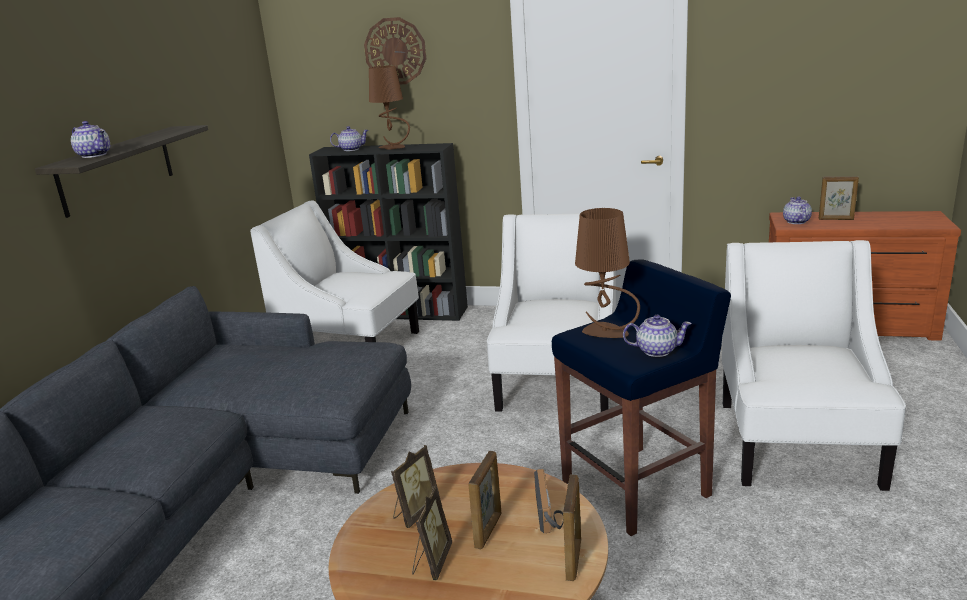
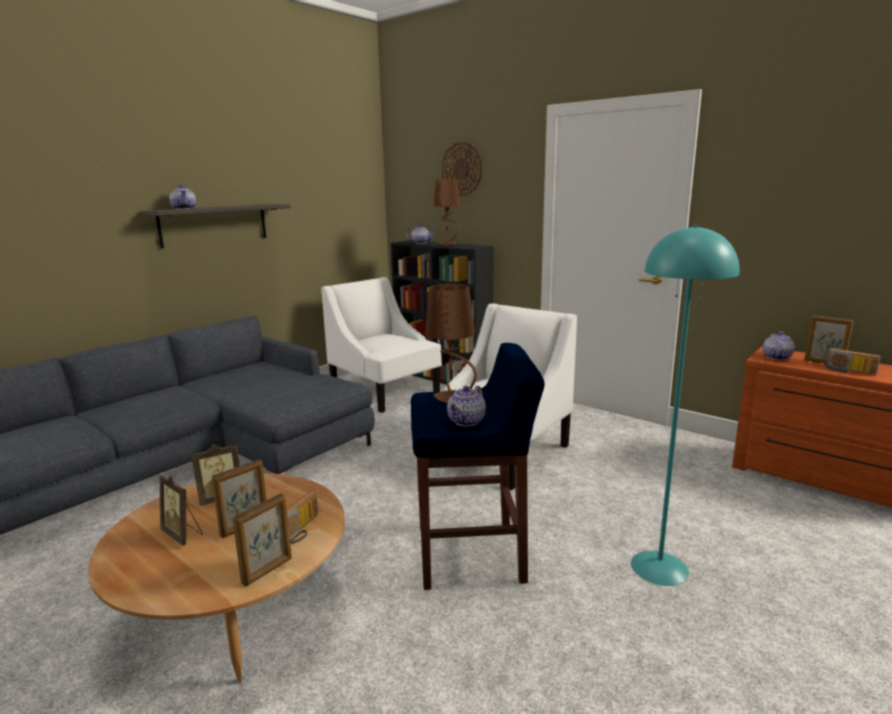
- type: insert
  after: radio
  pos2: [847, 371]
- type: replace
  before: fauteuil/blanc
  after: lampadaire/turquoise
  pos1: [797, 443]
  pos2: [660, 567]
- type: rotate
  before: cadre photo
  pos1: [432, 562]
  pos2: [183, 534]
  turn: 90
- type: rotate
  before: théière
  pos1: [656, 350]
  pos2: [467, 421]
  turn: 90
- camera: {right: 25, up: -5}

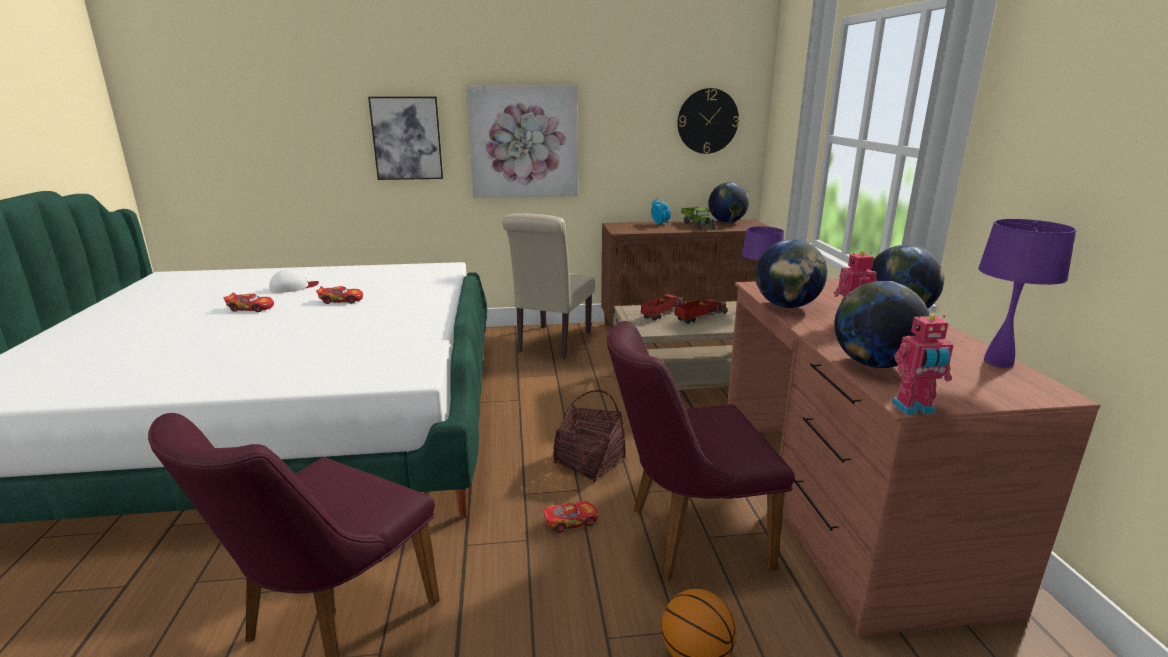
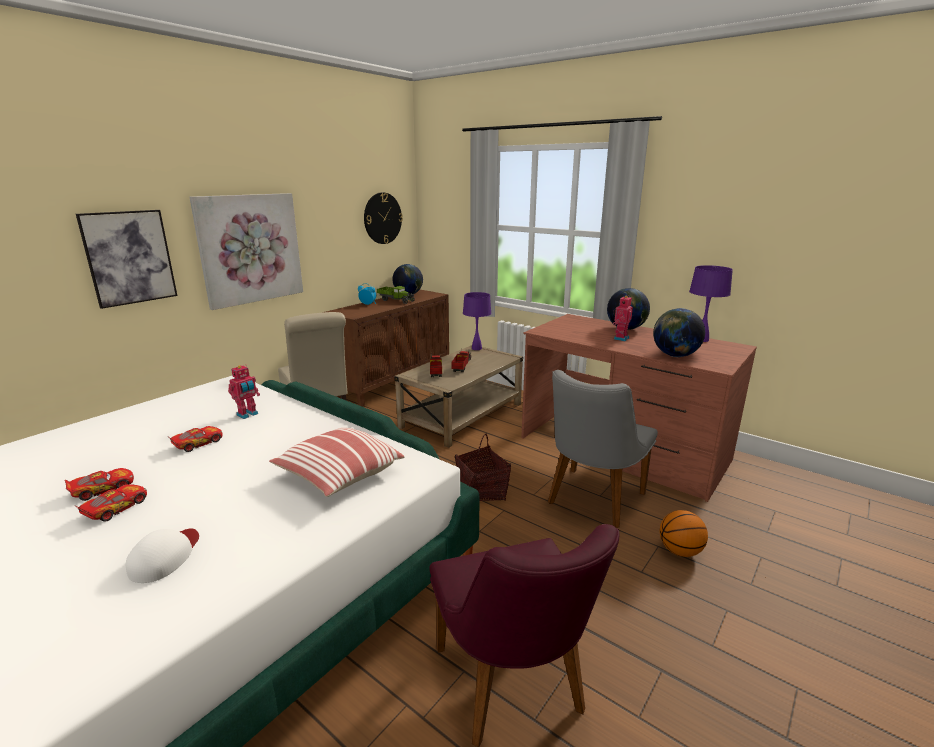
- type: delete
  before: globe
  pos1: [786, 306]
- type: insert
  after: coussin
  pos2: [338, 475]
- type: move
  before: casquette/blanc
  pos1: [293, 287]
  pos2: [165, 556]
- type: move
  before: petite voiture
  pos1: [570, 521]
  pos2: [116, 508]
- type: move
  before: robot jouet
  pos1: [914, 409]
  pos2: [248, 415]
- type: recolor
  before: chaise/violet
  after: chaise/gris
  pos1: [685, 536]
  pos2: [591, 501]
- camera: {right: -45, up: 0}

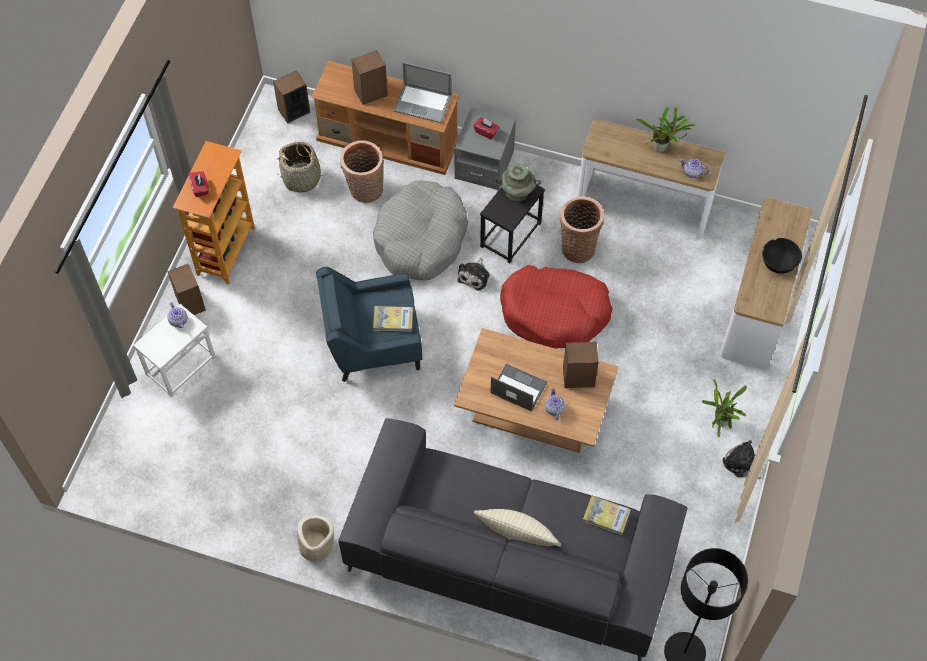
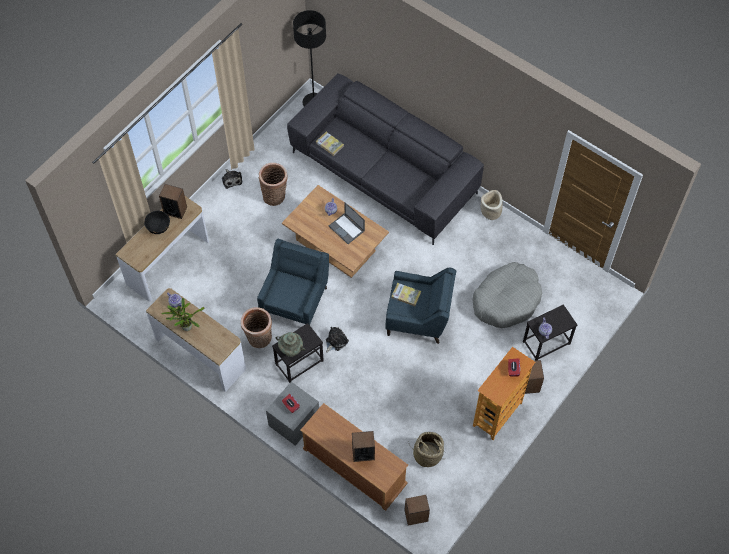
- type: delete
  before: ordinateur portable
  pos1: [422, 103]
- type: delete
  before: coussin/beige
  pos1: [517, 536]
- type: delete
  before: plante en pot
  pos1: [720, 423]
- type: move
  before: panier
  pos1: [364, 191]
  pos2: [275, 196]
- type: move
  before: panier pour chien/gris
  pos1: [421, 239]
  pos2: [506, 300]
- type: move
  before: enceinte
  pos1: [578, 377]
  pos2: [175, 210]
- type: replace
  before: panier pour chien/rouge
  after: fauteuil/bleu
  pos1: [554, 313]
  pos2: [295, 300]
- type: recolor
  before: table d'appoint/blanc
  after: table d'appoint/noir
  pos1: [180, 365]
  pos2: [546, 343]
- camera: {right: -160, up: 0}

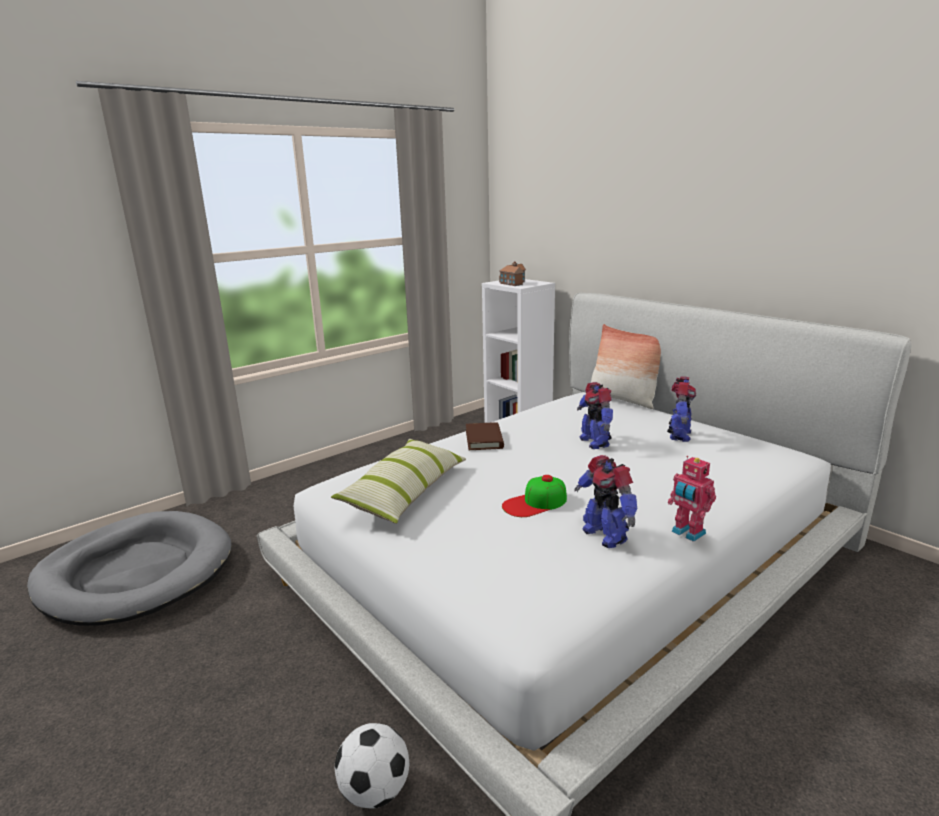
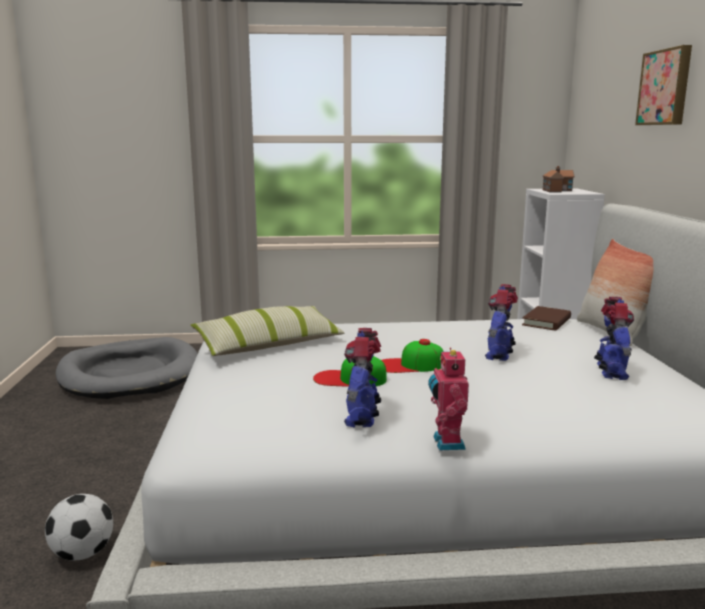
- type: insert
  after: casquette
  pos2: [410, 365]
- type: insert
  after: tableau
  pos2: [666, 87]
- type: move
  before: livre/marron
  pos1: [484, 439]
  pos2: [546, 322]
- type: rotate
  before: robot jouet
  pos1: [679, 435]
  pos2: [610, 372]
  turn: -45
- camera: {right: 35, up: -5}

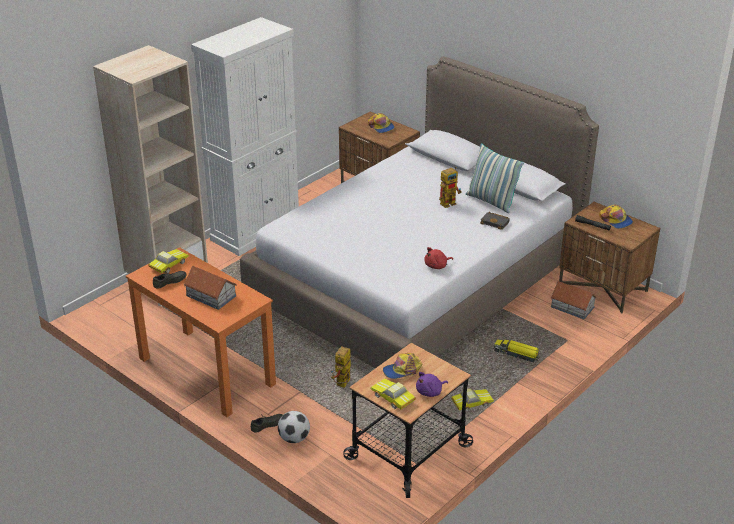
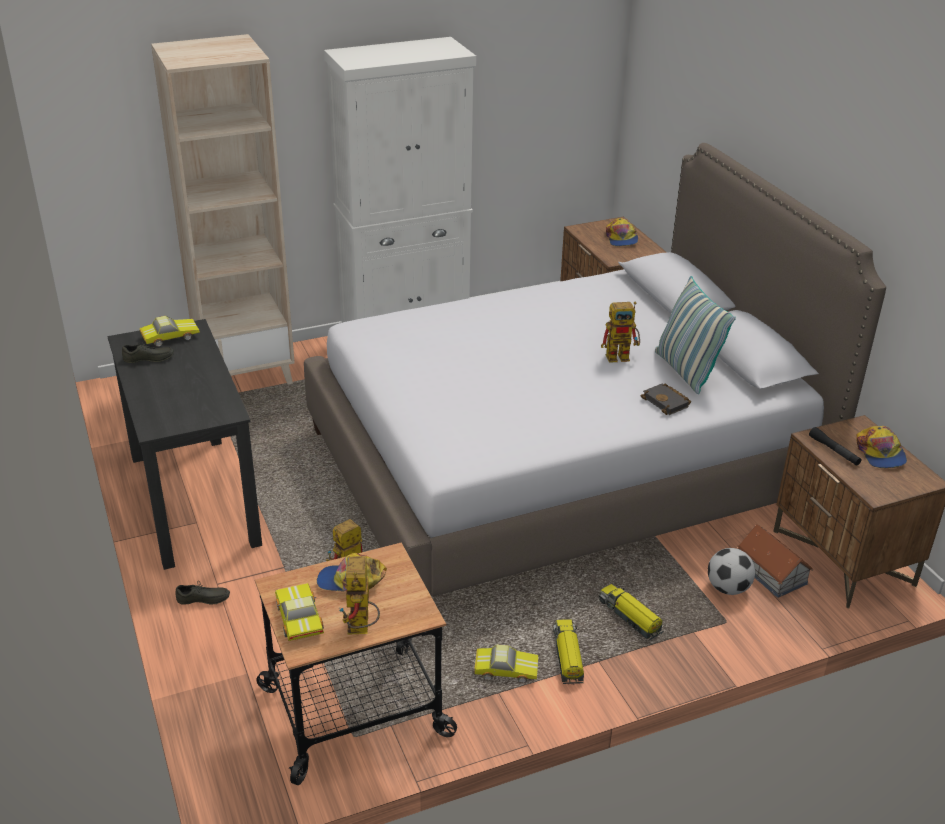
- type: delete
  before: maison miniature
  pos1: [211, 296]
- type: delete
  before: peluche/rouge
  pos1: [437, 266]
- type: insert
  after: camion jouet
  pos2: [567, 657]
- type: move
  before: ballon de foot
  pos1: [294, 438]
  pos2: [728, 588]
- type: replace
  before: peluche/violet
  after: robot jouet
  pos1: [430, 392]
  pos2: [361, 629]
- type: recolor
  before: bureau/orange
  after: bureau/noir
  pos1: [206, 371]
  pos2: [193, 498]
- camera: {right: 25, up: 0}

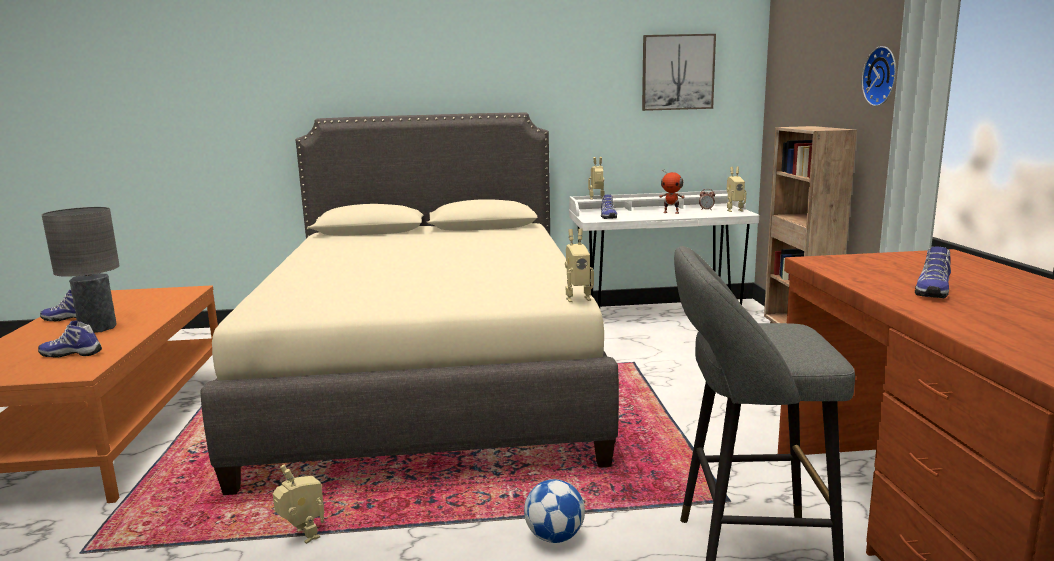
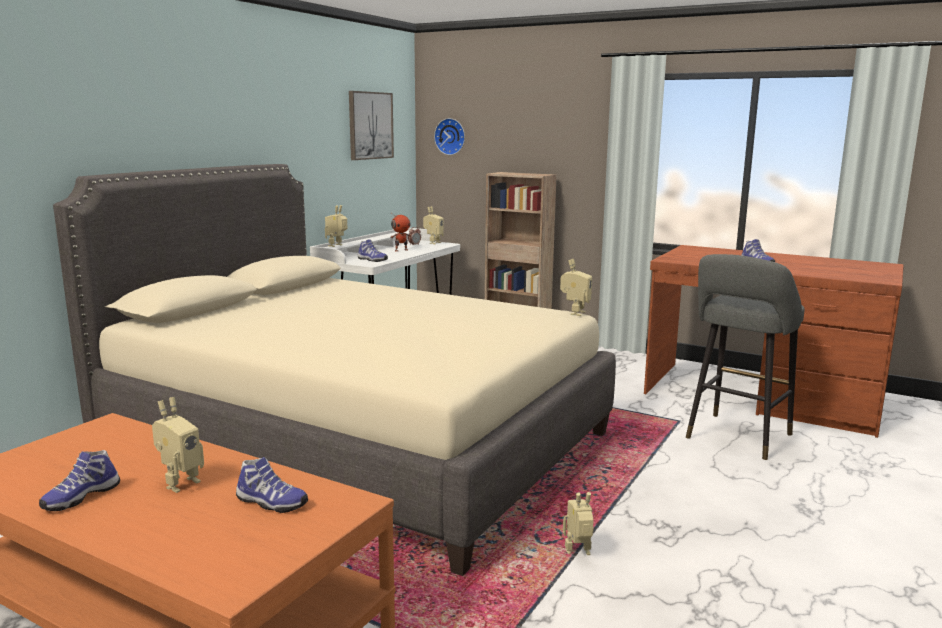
- type: delete
  before: ballon de foot
  pos1: [555, 537]
- type: move
  before: horloge murale
  pos1: [883, 76]
  pos2: [451, 136]
- type: replace
  before: lampe de table/gris
  after: robot jouet
  pos1: [98, 328]
  pos2: [180, 483]
- type: rotate
  before: chaussure
  pos1: [72, 354]
  pos2: [270, 503]
  turn: -105
- camera: {right: -55, up: 0}

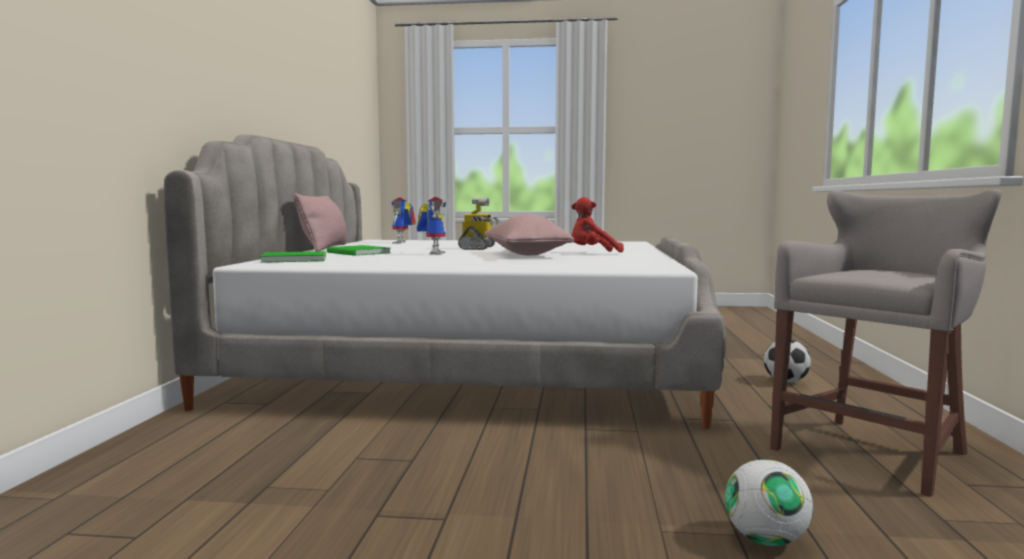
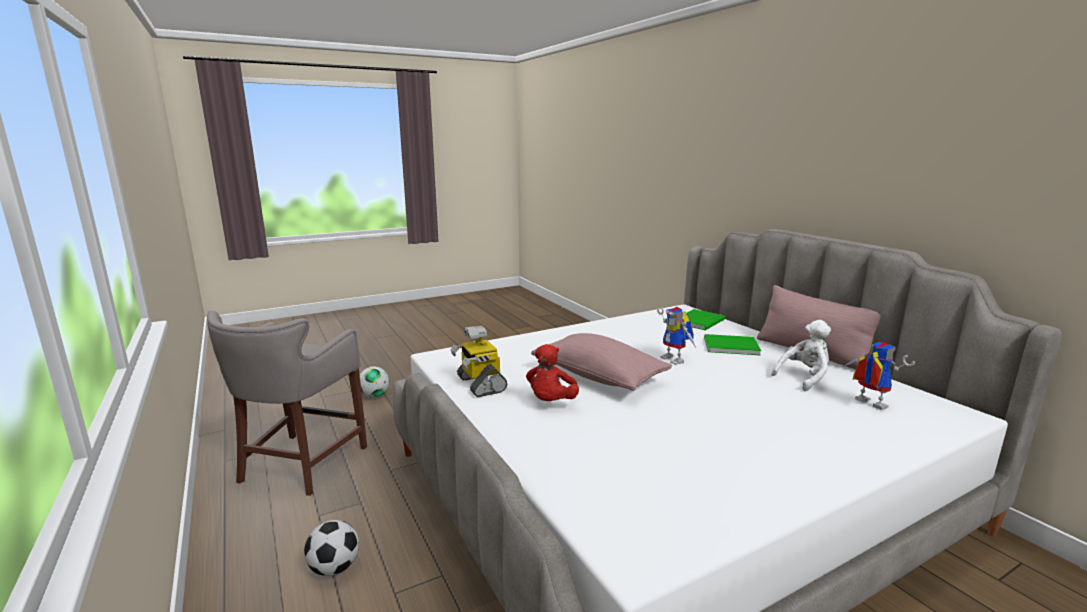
- type: insert
  after: peluche/blanc
  pos2: [804, 378]
- type: move
  before: robot jouet
  pos1: [478, 248]
  pos2: [480, 384]
- type: rotate
  before: peluche/rouge
  pos1: [592, 253]
  pos2: [551, 402]
  turn: 150
- camera: {right: 145, up: 10}

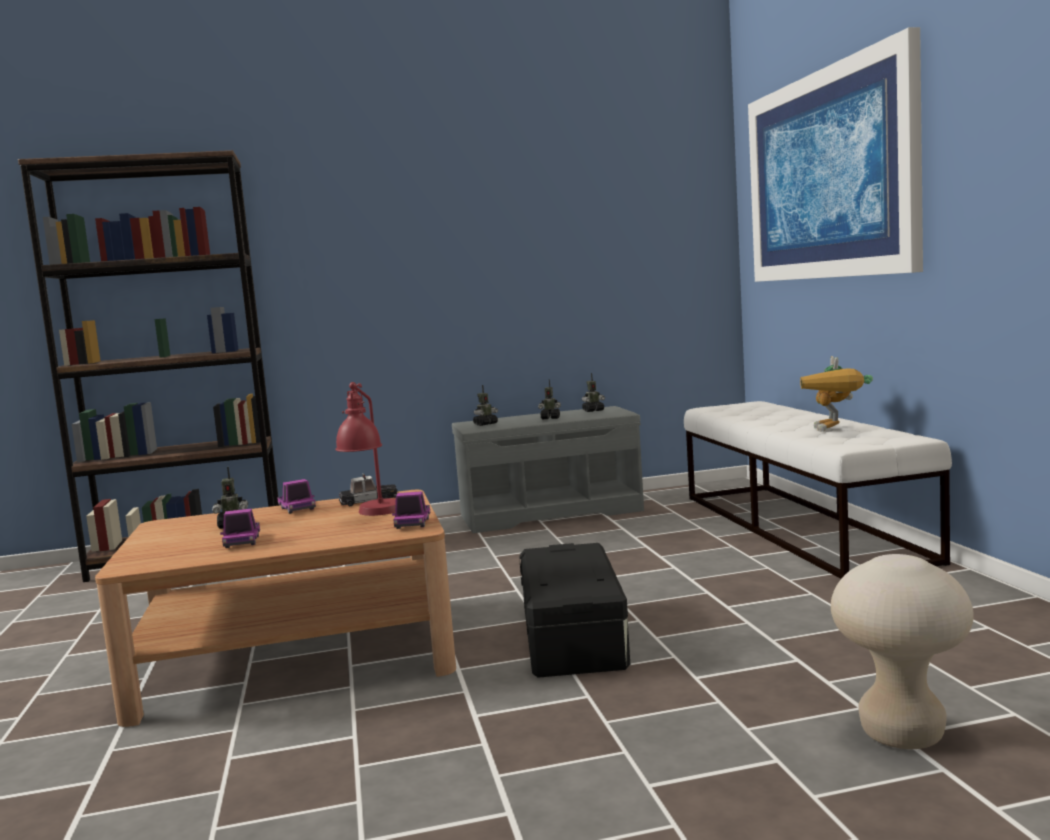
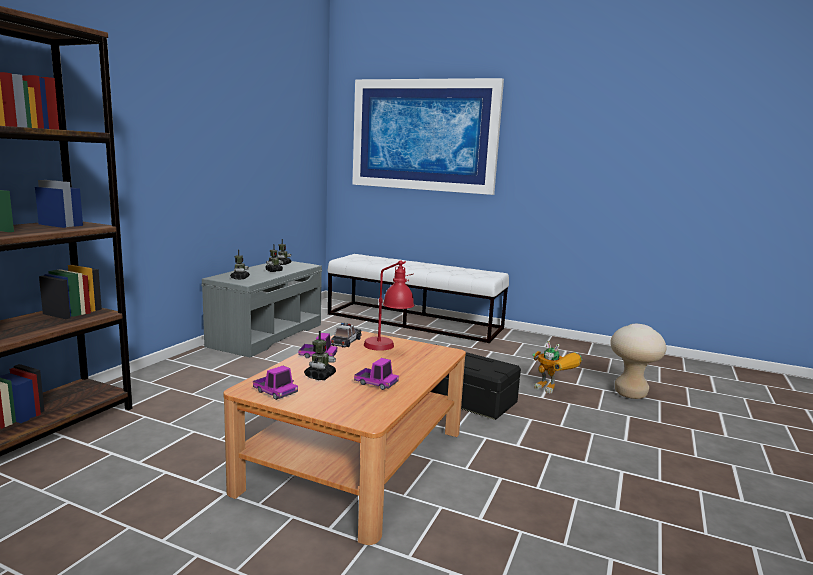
- type: move
  before: camion jouet
  pos1: [413, 523]
  pos2: [275, 392]
- type: move
  before: robot jouet
  pos1: [835, 430]
  pos2: [554, 390]
- camera: {right: -55, up: 5}

